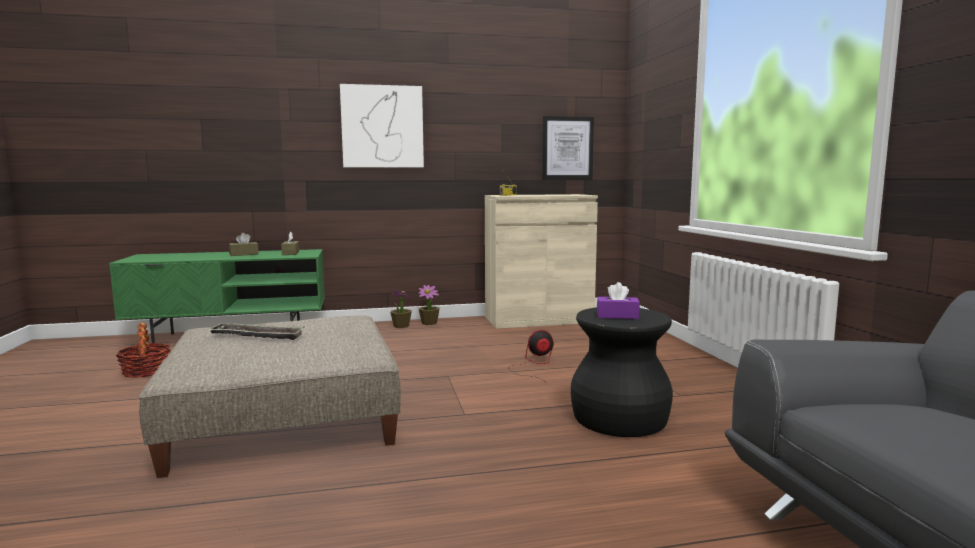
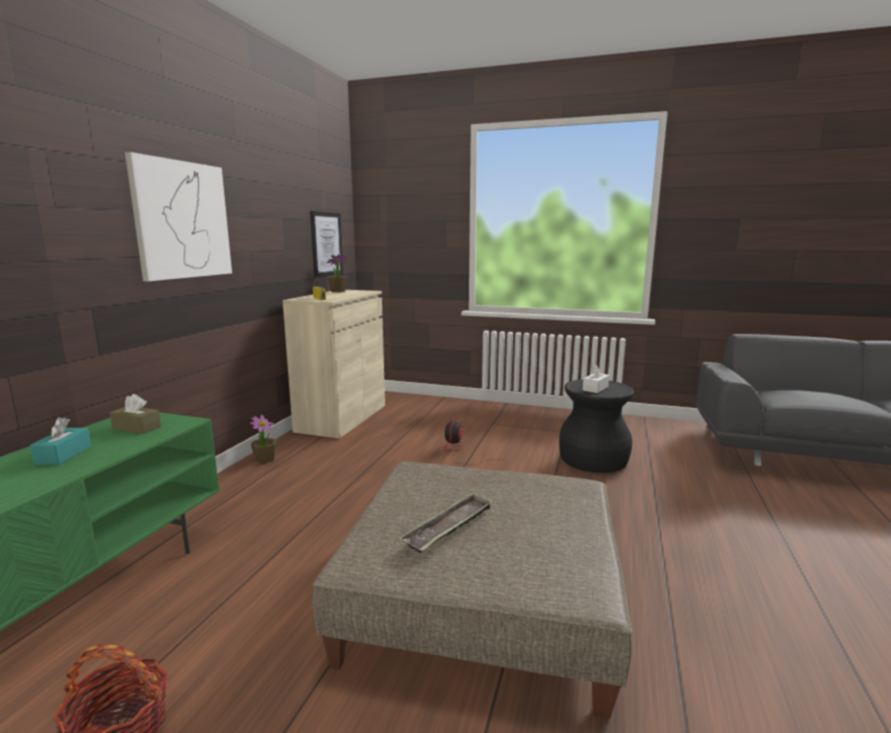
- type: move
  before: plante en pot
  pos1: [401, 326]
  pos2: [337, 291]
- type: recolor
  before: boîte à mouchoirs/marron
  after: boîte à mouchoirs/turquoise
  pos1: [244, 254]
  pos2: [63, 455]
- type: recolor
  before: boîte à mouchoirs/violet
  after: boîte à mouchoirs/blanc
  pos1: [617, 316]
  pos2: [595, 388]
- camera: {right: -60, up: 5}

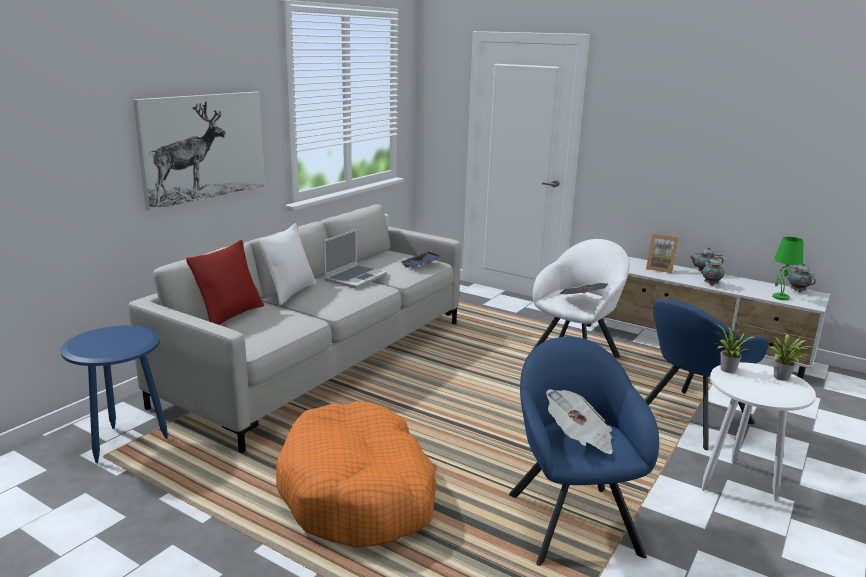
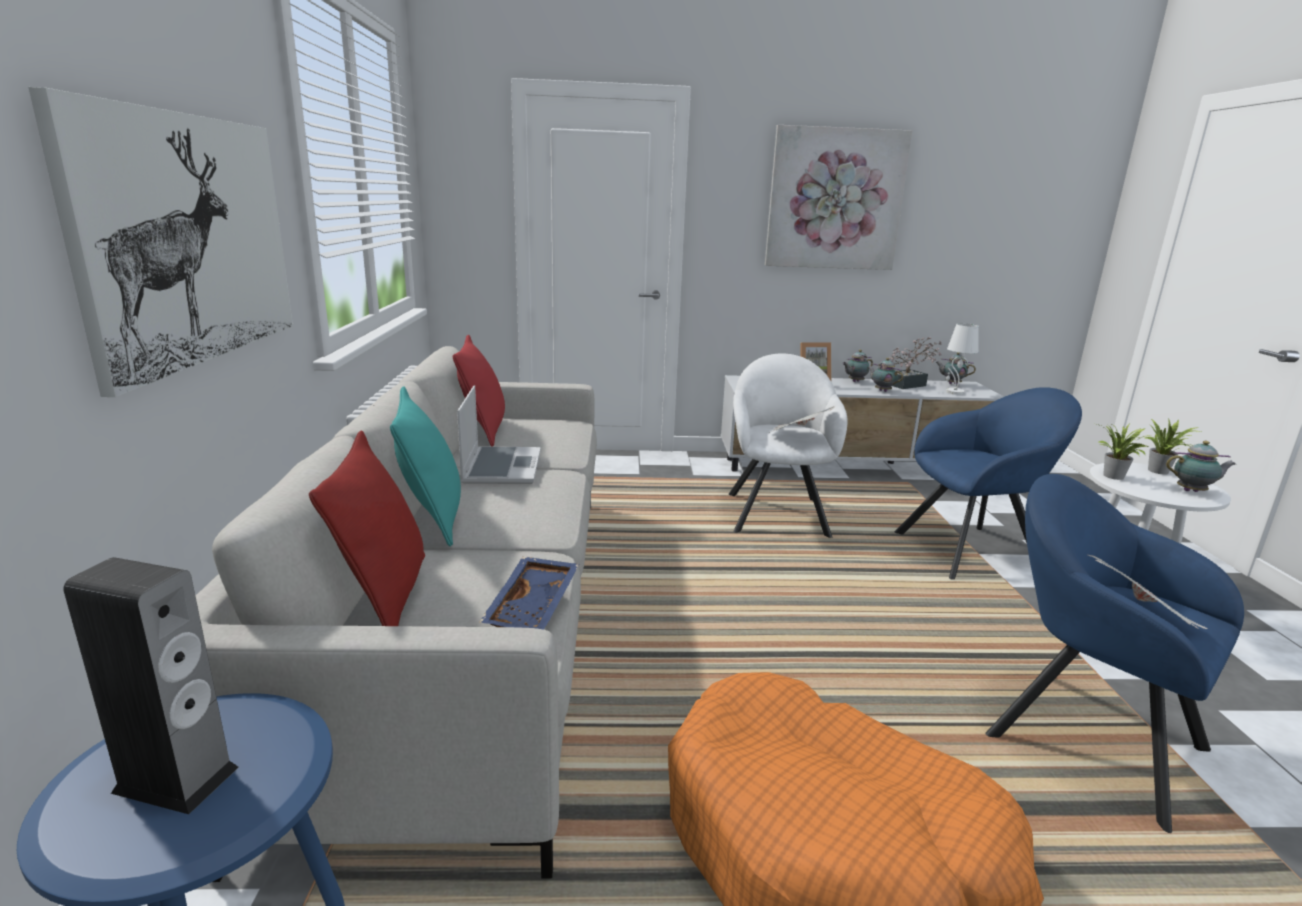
- type: insert
  after: enceinte
  pos2: [176, 780]
- type: insert
  after: coussin/rouge
  pos2: [483, 430]
- type: insert
  after: tableau
  pos2: [835, 199]
- type: insert
  after: plante en pot
  pos2: [909, 384]
- type: insert
  after: théière
  pos2: [1193, 491]
- type: move
  before: plateau/bleu
  pos1: [421, 264]
  pos2: [534, 606]
- type: recolor
  before: coussin/blanc
  after: coussin/turquoise
  pos1: [290, 292]
  pos2: [432, 518]
- type: recolor
  before: lampe de table/vert
  after: lampe de table/blanc
  pos1: [780, 297]
  pos2: [954, 392]
- type: rotate
  before: fauteuil/bleu
  pos1: [689, 419]
  pos2: [973, 551]
  turn: -120
- camera: {right: -35, up: 0}

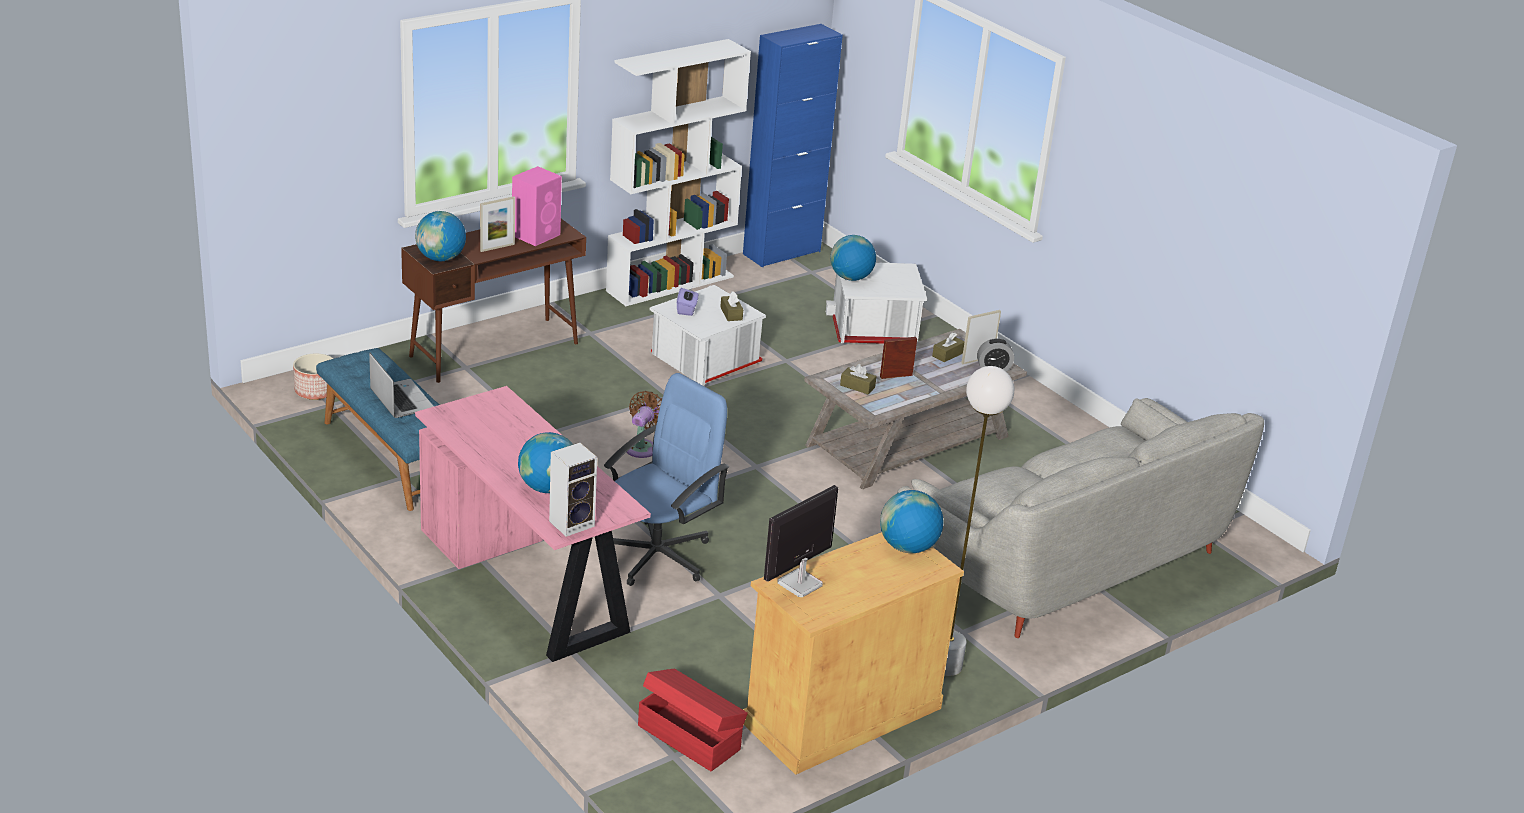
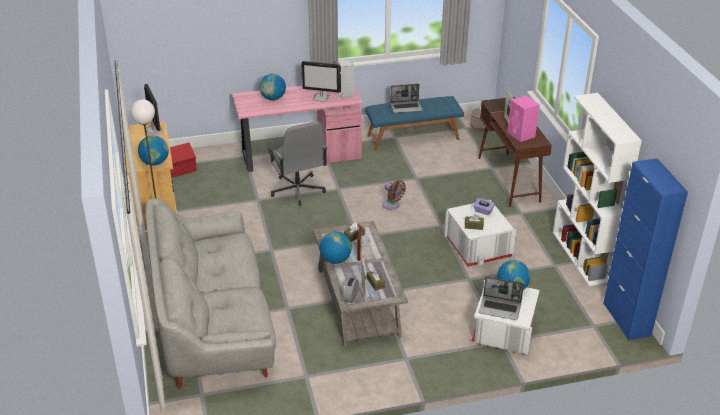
- type: insert
  after: écran d'ordinateur
  pos2: [321, 97]
- type: insert
  after: ordinateur portable
  pos2: [500, 308]
- type: move
  before: globe
  pos1: [441, 258]
  pos2: [335, 260]
- type: move
  before: enceinte
  pos1: [572, 523]
  pos2: [346, 94]
- type: recolor
  before: chaise de bureau/bleu
  after: chaise de bureau/gris
  pos1: [658, 555]
  pos2: [297, 190]
- camera: {right: 115, up: 5}

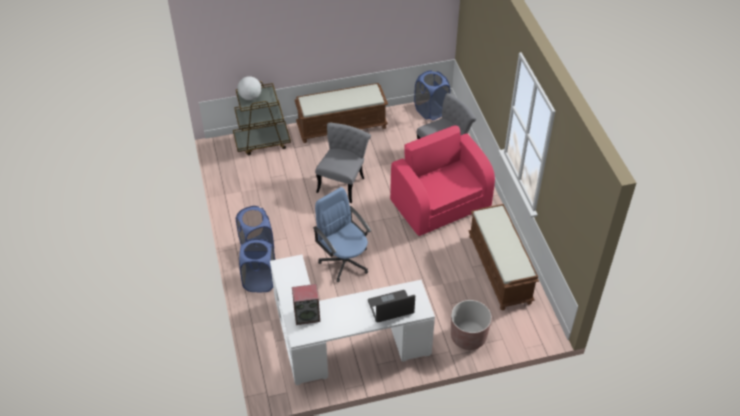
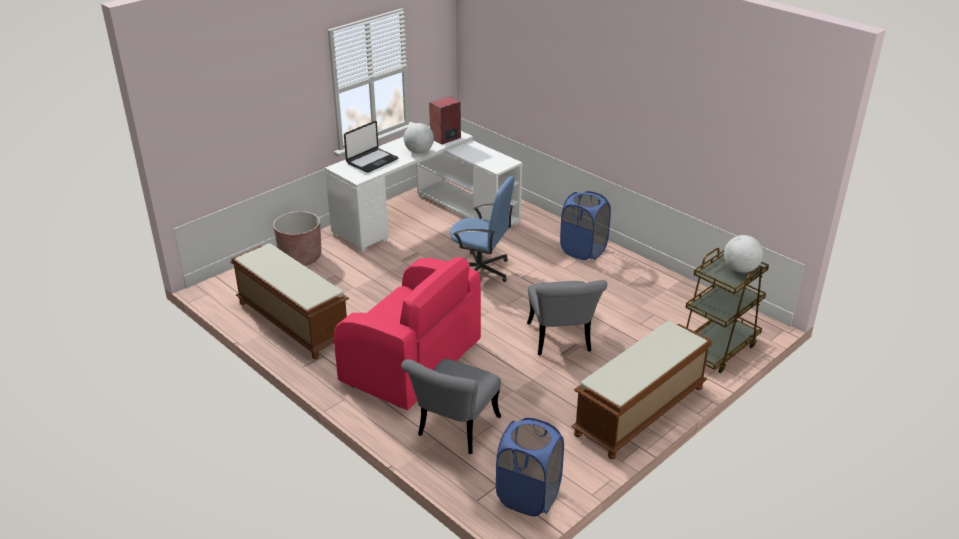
- type: delete
  before: panier à linge/bleu
  pos1: [260, 281]
- type: insert
  after: globe
  pos2: [419, 152]
- camera: {right: 150, up: -15}

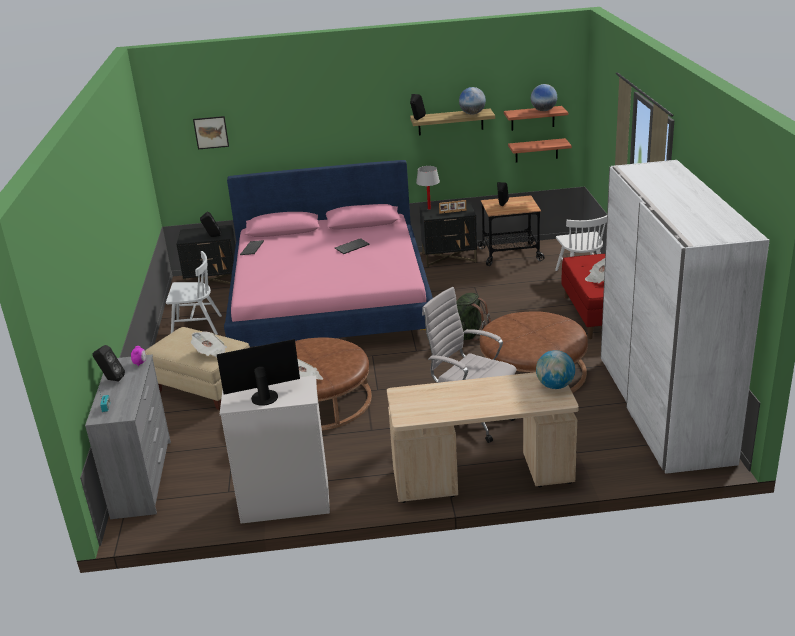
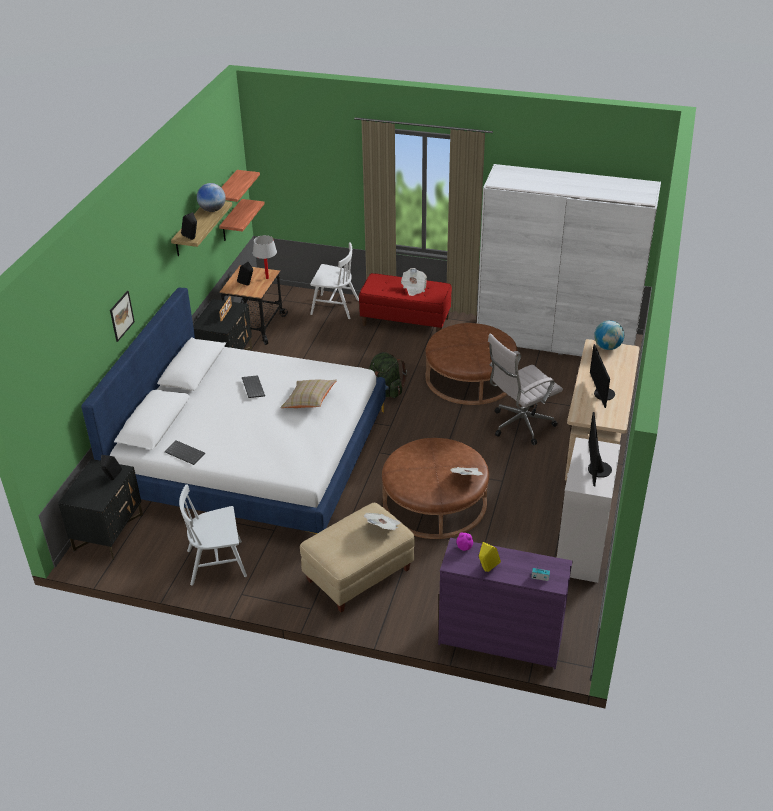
- type: delete
  before: globe
  pos1: [543, 110]
- type: insert
  after: coussin/beige
  pos2: [309, 401]
- type: insert
  after: écran d'ordinateur
  pos2: [601, 394]
- type: move
  before: tableau
  pos1: [211, 132]
  pos2: [121, 316]
- type: move
  before: lampe de table/blanc
  pos1: [429, 209]
  pos2: [267, 278]
- type: recolor
  before: commode/gris
  after: commode/violet
  pos1: [143, 479]
  pos2: [500, 639]
- type: recolor
  before: enceinte/noir
  after: enceinte/jaune
  pos1: [111, 379]
  pos2: [487, 570]
- type: recolor
  before: lit/rose
  after: lit/blanc
  pos1: [330, 303]
  pos2: [252, 455]
- type: rotate
  before: chaise/blanc
  pos1: [196, 327]
  pos2: [217, 563]
  turn: -120
- camera: {right: -70, up: 10}

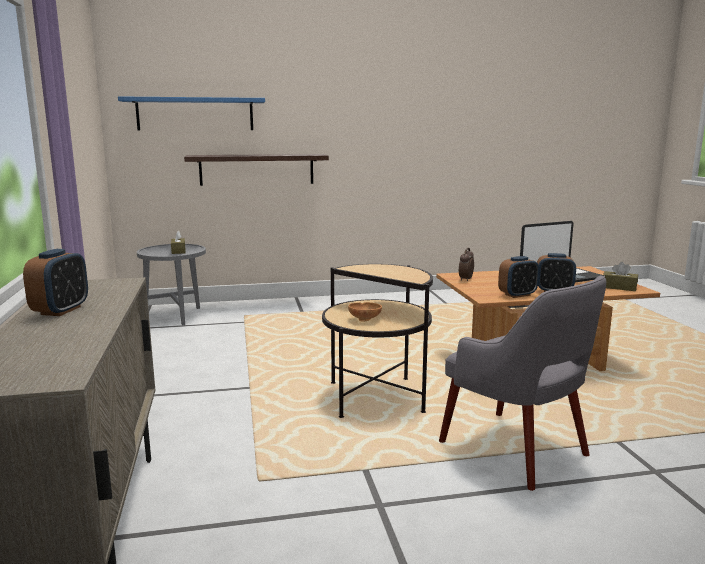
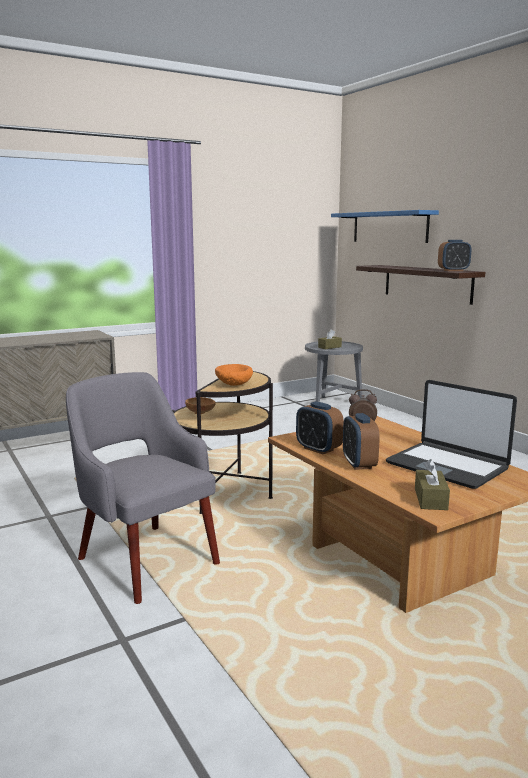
- type: insert
  after: bol/orange
  pos2: [233, 385]
- type: move
  before: réveil
  pos1: [61, 310]
  pos2: [453, 270]
- type: rotate
  before: fauteuil/gris
  pos1: [515, 449]
  pos2: [146, 560]
  turn: 105
- camera: {right: 70, up: 0}

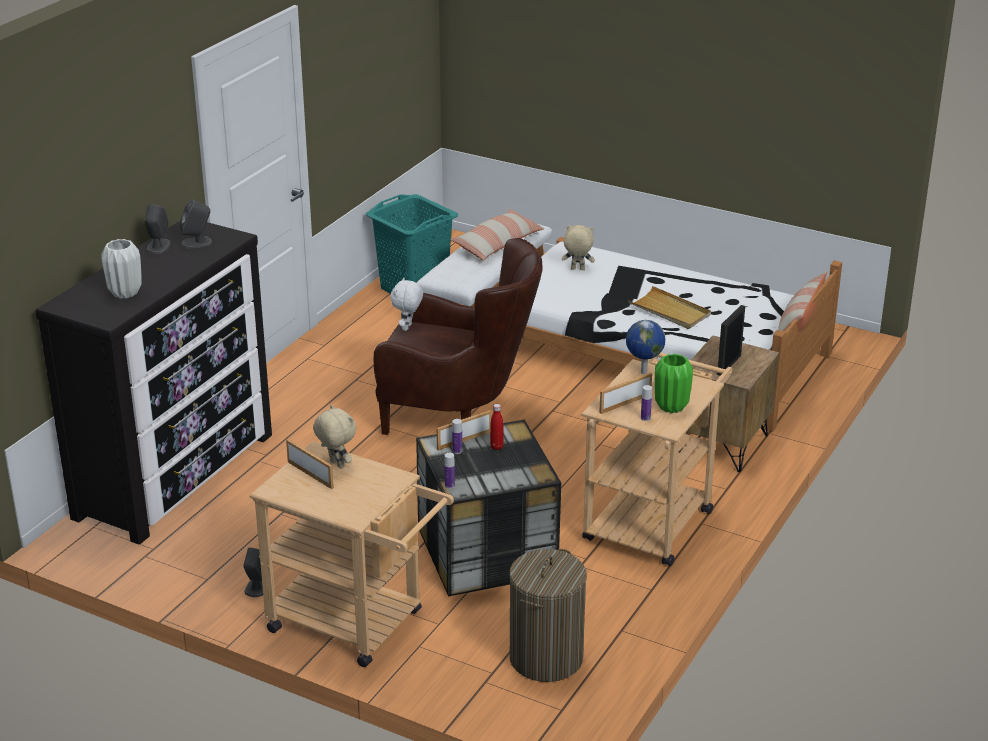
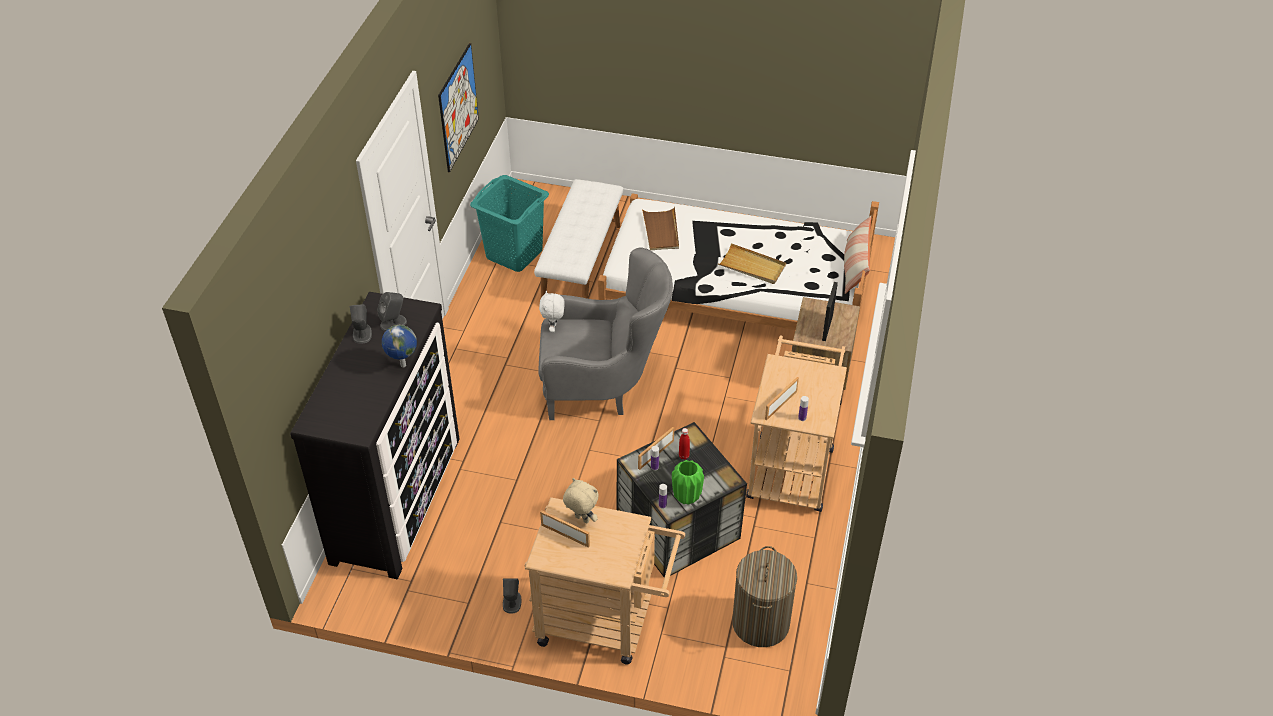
- type: delete
  before: vase/blanc
  pos1: [125, 293]
- type: delete
  before: coussin
  pos1: [497, 244]
- type: insert
  after: tableau
  pos2: [458, 107]
- type: move
  before: globe
  pos1: [643, 372]
  pos2: [402, 365]
- type: move
  before: vase/vert
  pos1: [671, 407]
  pos2: [686, 496]
- type: replace
  before: peluche/beige
  after: plateau/marron
  pos1: [577, 269]
  pos2: [661, 231]
- type: recolor
  before: fauteuil/marron
  after: fauteuil/gris
  pos1: [459, 416]
  pos2: [603, 388]
- camera: {right: -15, up: 15}

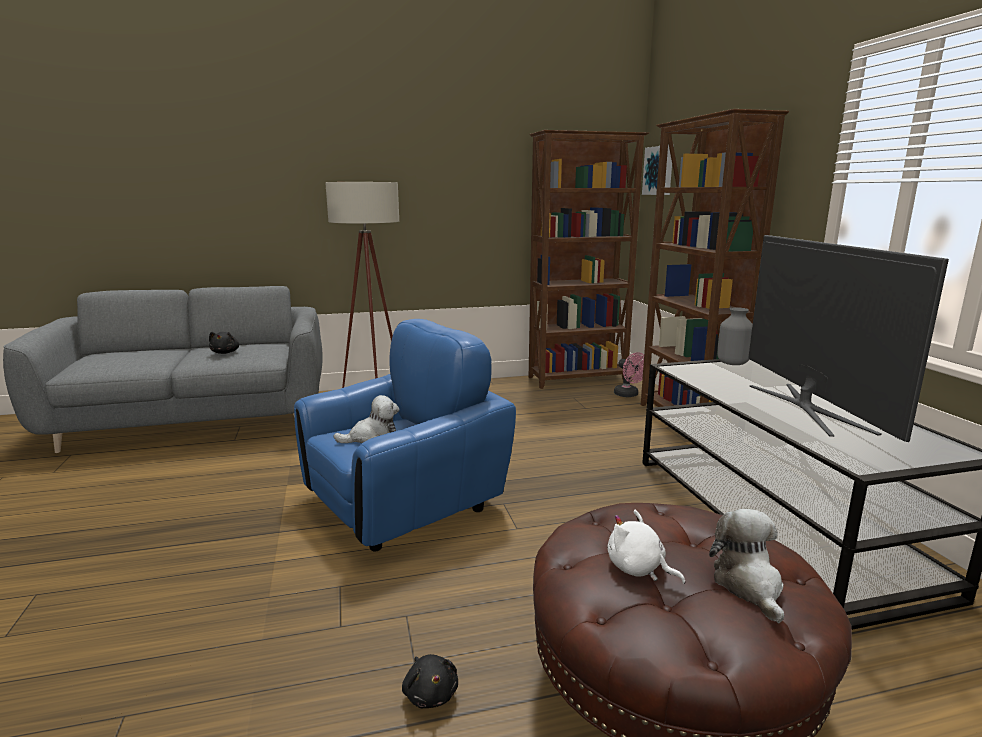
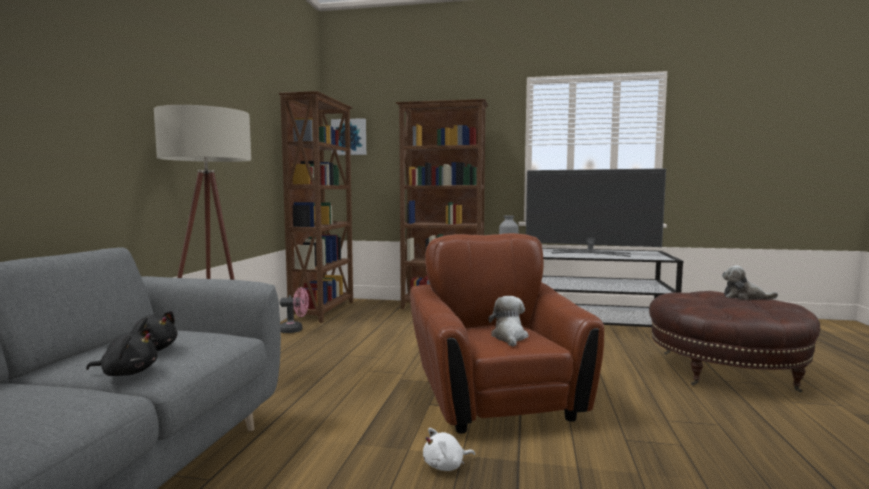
- type: move
  before: peluche/noir
  pos1: [430, 693]
  pos2: [127, 373]
- type: move
  before: peluche/blanc
  pos1: [638, 569]
  pos2: [446, 466]
- type: move
  before: ventilateur/rose
  pos1: [629, 395]
  pos2: [295, 330]
- type: recolor
  before: fauteuil/bleu
  after: fauteuil/marron
  pos1: [404, 502]
  pos2: [496, 399]
- camera: {right: -65, up: -10}

